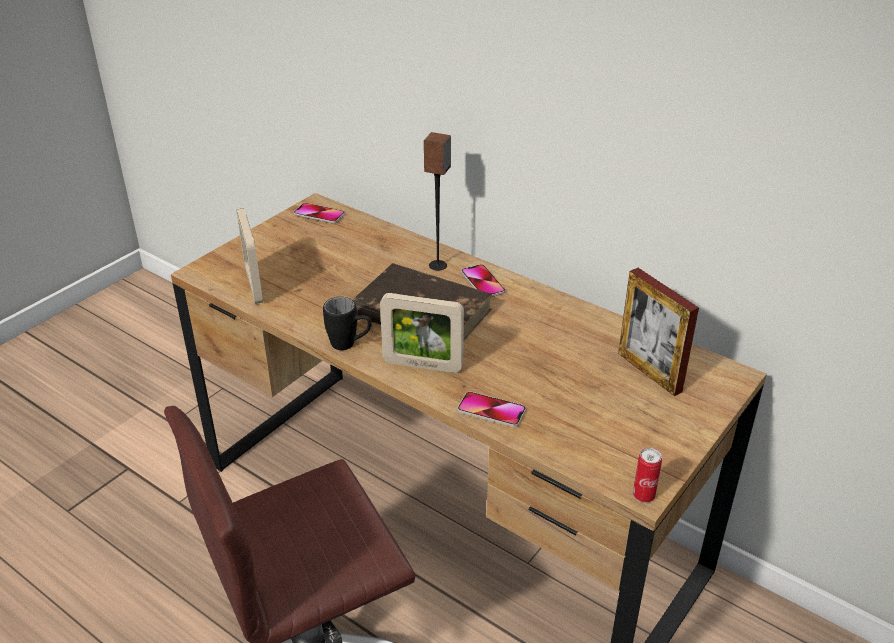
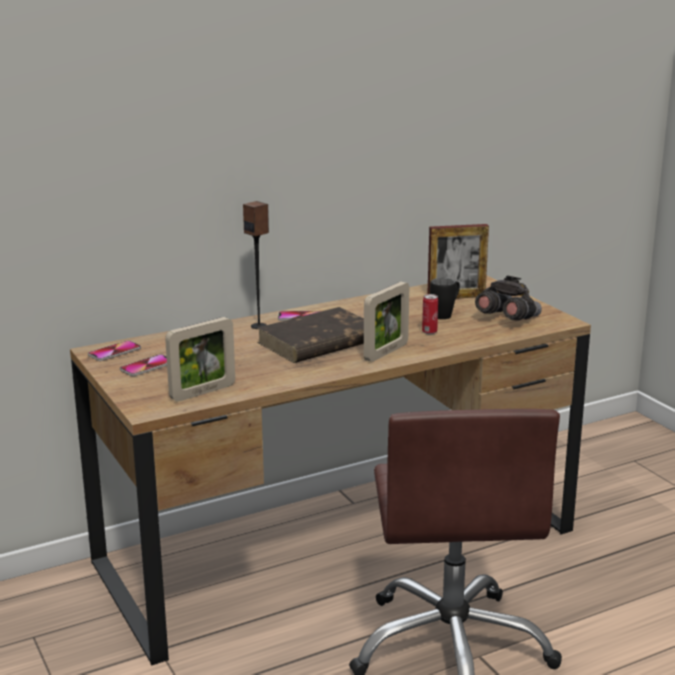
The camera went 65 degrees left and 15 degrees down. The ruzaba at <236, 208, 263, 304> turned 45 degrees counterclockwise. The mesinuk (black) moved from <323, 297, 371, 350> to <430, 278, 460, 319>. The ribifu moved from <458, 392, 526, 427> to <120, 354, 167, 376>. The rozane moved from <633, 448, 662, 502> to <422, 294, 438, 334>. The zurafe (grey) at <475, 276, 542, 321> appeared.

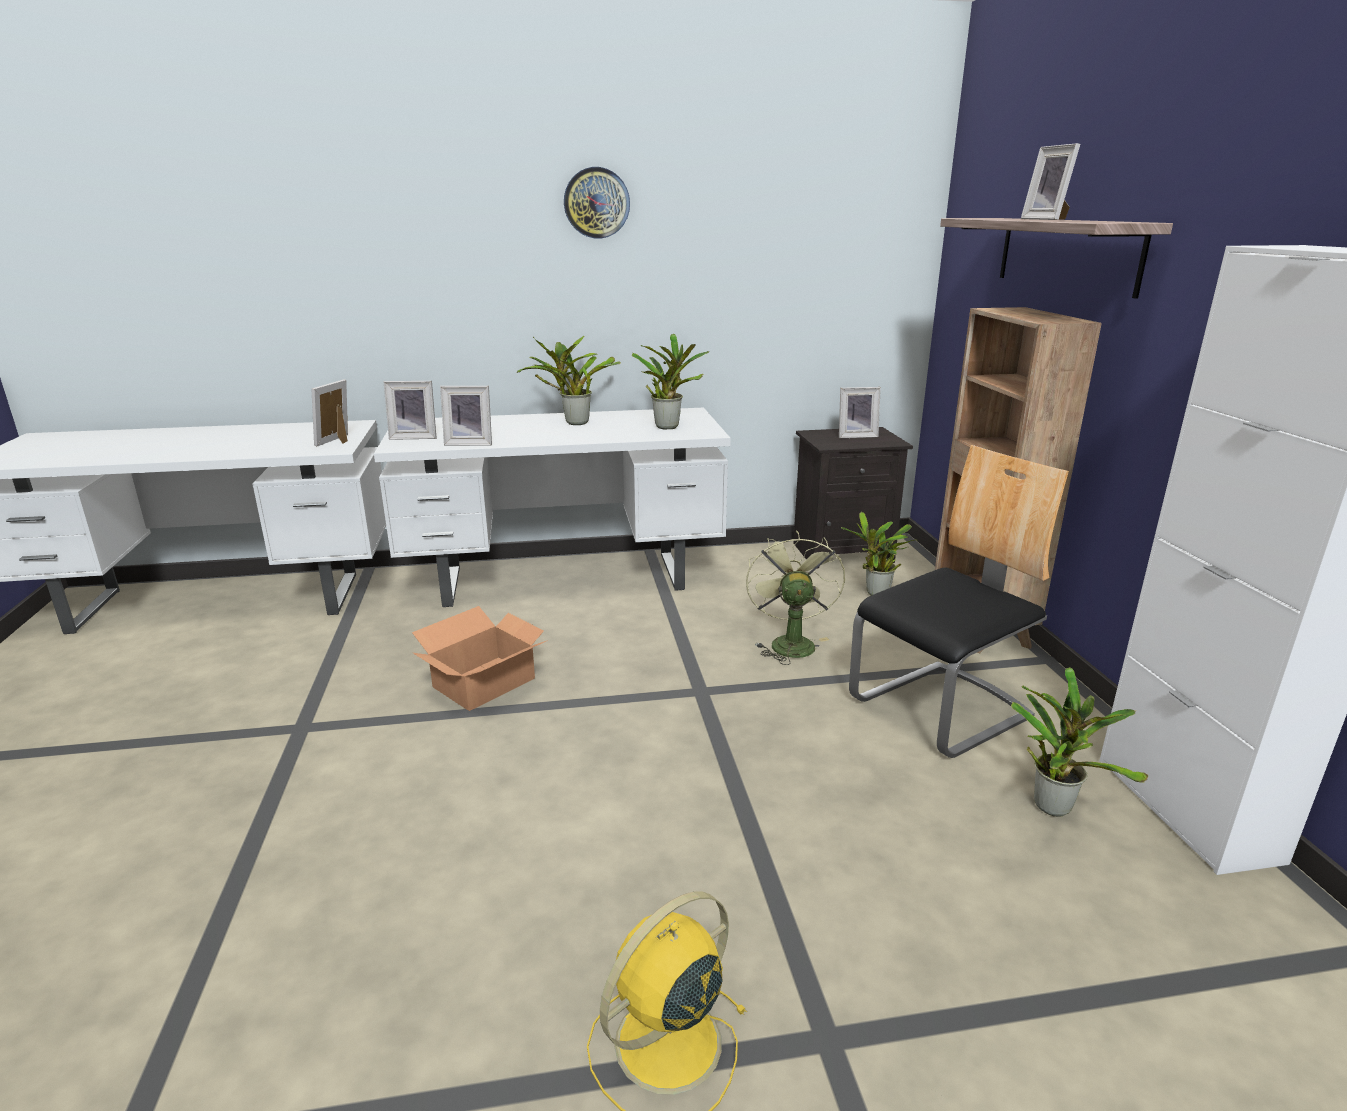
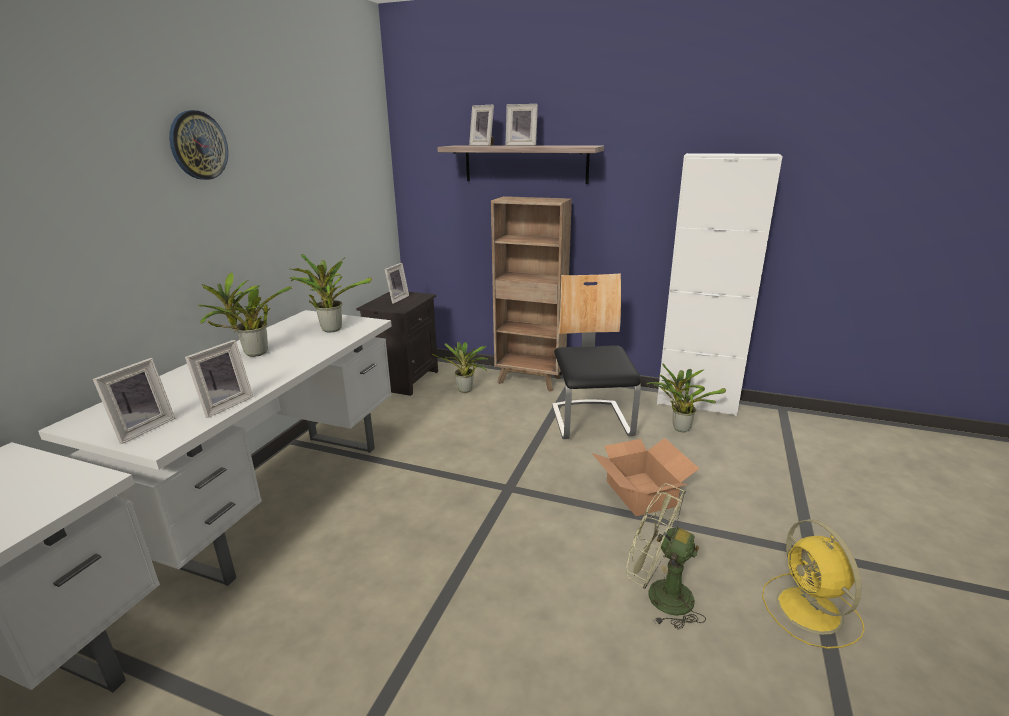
The camera went 60 degrees left and 0 degrees up. The ruzaba moved from <311, 379, 348, 446> to <469, 105, 494, 146>. The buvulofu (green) moved from <746, 530, 845, 665> to <626, 483, 706, 630>. The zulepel moved from <412, 606, 548, 711> to <592, 438, 699, 516>.

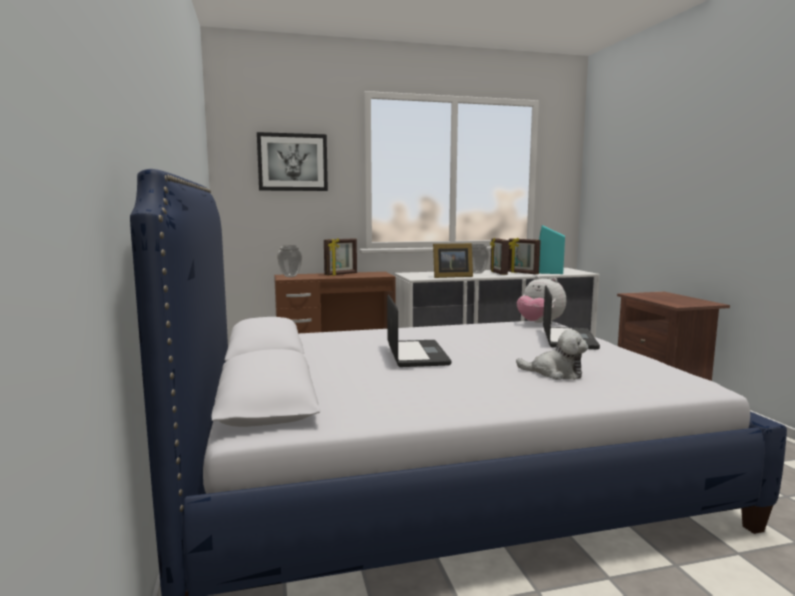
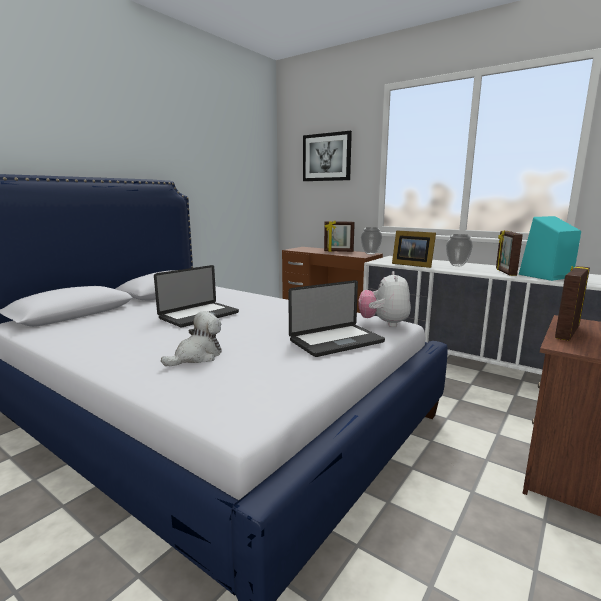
The camera went 50 degrees right and 5 degrees up. The ruzaba moved from <490, 238, 509, 275> to <555, 266, 590, 341>. The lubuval moved from <277, 245, 302, 277> to <361, 227, 382, 255>. The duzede at <516, 329, 589, 380> turned 120 degrees counterclockwise.

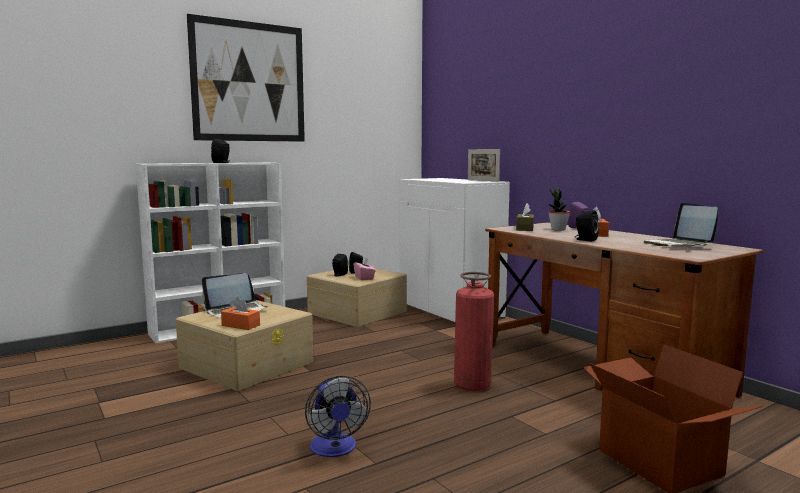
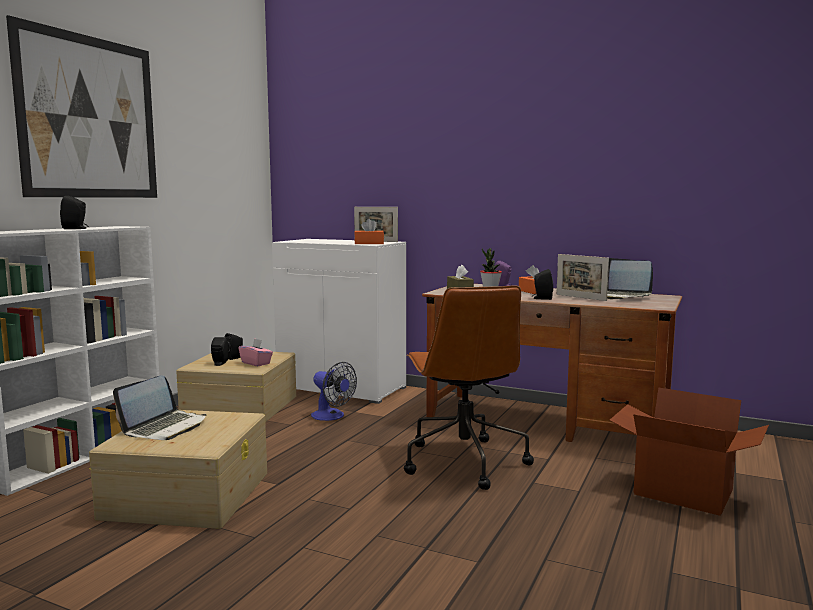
The camera went 30 degrees left and 0 degrees up. The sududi at <454, 272, 494, 391> was replaced by the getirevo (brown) at <404, 285, 534, 490>. The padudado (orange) moved from <221, 297, 260, 330> to <354, 219, 384, 244>. The buvulofu moved from <305, 375, 371, 457> to <311, 362, 357, 421>. The ruzaba at <557, 254, 609, 301> appeared.

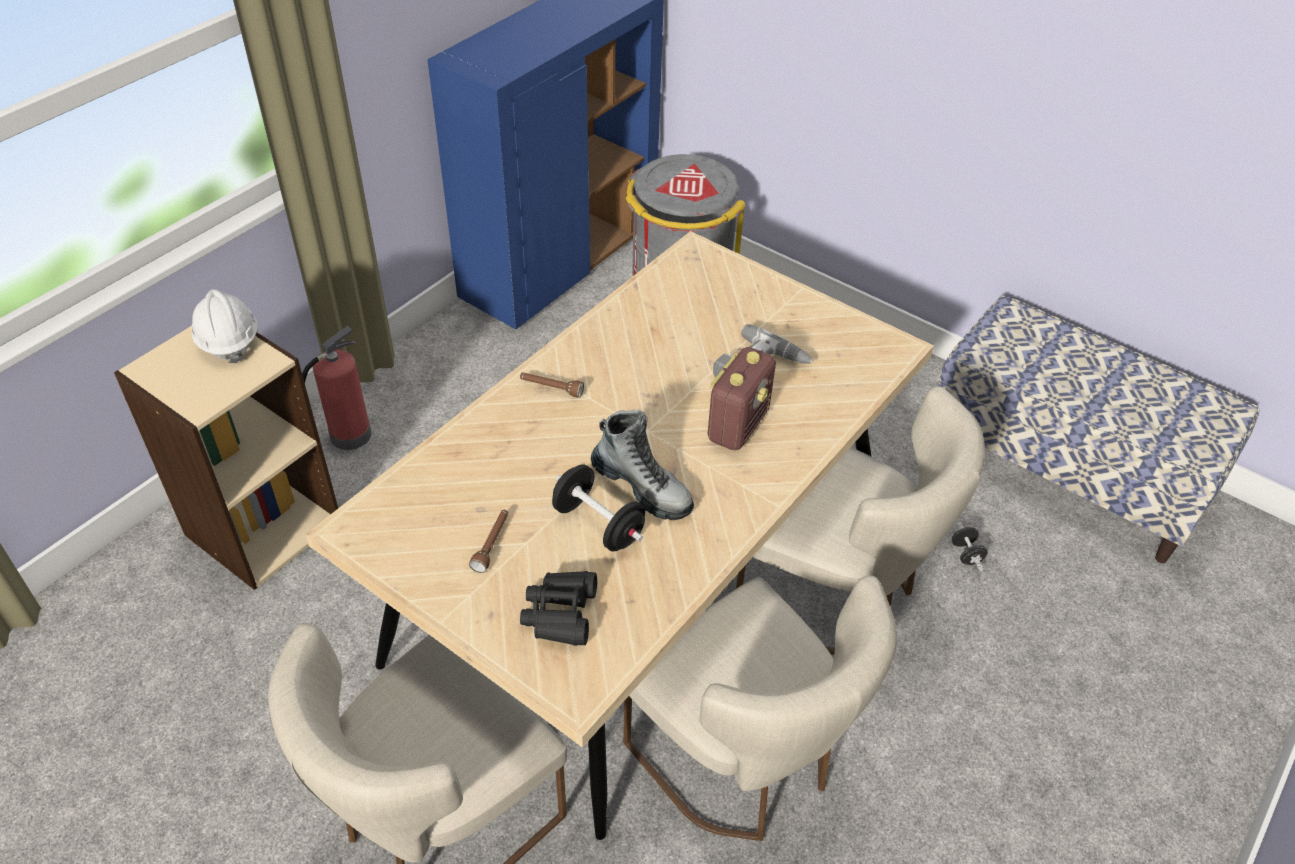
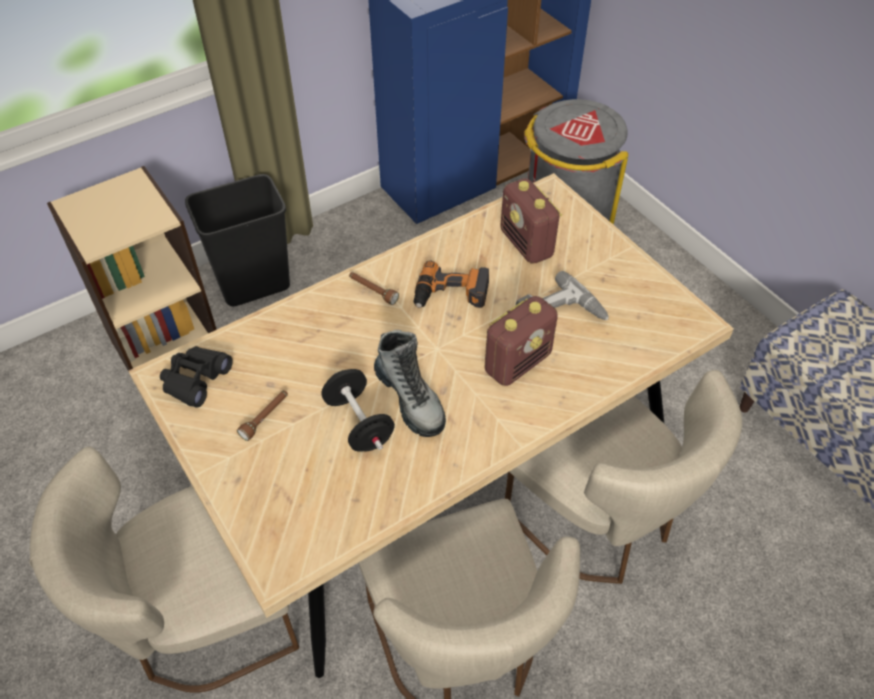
The camera went 20 degrees right and 5 degrees up. The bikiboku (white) at <192, 289, 258, 363> disappeared. The sududi at <302, 326, 372, 450> was replaced by the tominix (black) at <185, 174, 290, 306>. The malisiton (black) at <952, 522, 988, 571> disappeared. The zurafe (black) moved from <520, 571, 597, 646> to <160, 346, 233, 408>. The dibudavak at <500, 178, 562, 264> appeared. The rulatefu at <414, 261, 489, 308> appeared.

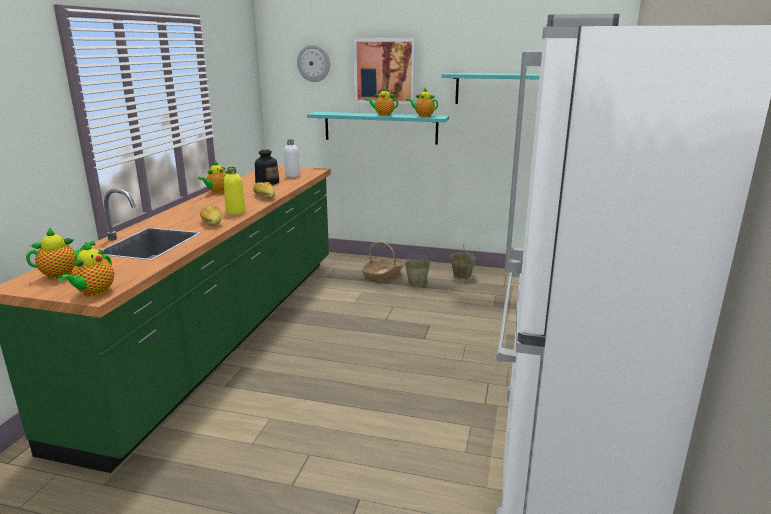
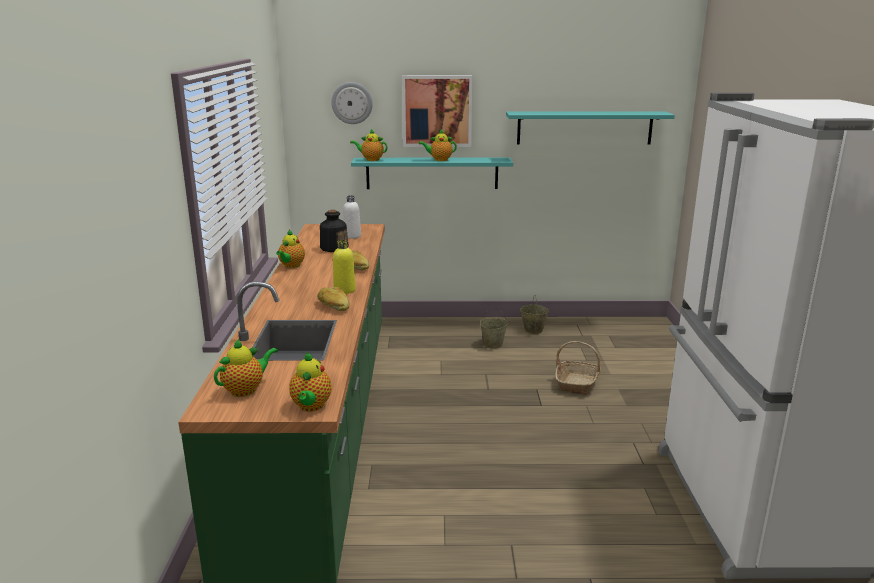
The camera went 15 degrees left and 0 degrees up. The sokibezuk moved from <406, 88, 438, 117> to <350, 129, 388, 161>. The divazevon moved from <361, 242, 403, 283> to <555, 341, 601, 395>.

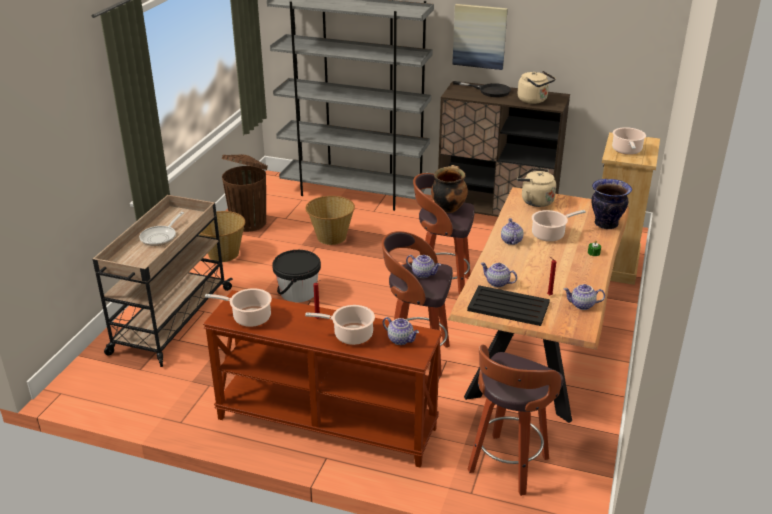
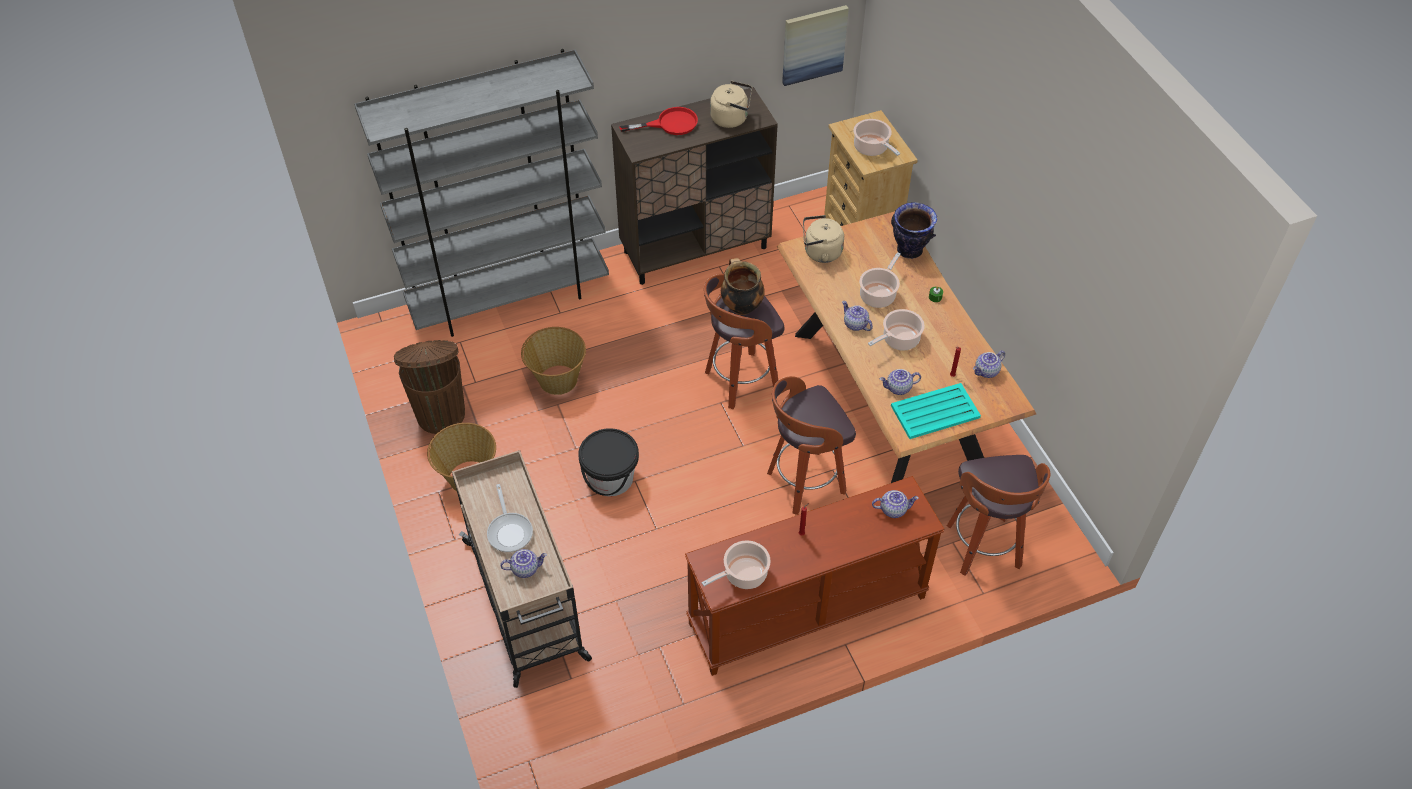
The camera went 40 degrees left and 20 degrees up. The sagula moved from <452, 4, 508, 70> to <782, 5, 849, 86>. The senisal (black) at <453, 81, 511, 97> became the senisal (red) at <620, 107, 698, 135>. The sokibezuk moved from <406, 255, 441, 278> to <500, 549, 547, 578>. The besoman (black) at <467, 285, 550, 326> became the besoman (turquoise) at <891, 383, 981, 439>. The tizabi moved from <305, 305, 375, 345> to <868, 309, 925, 350>.

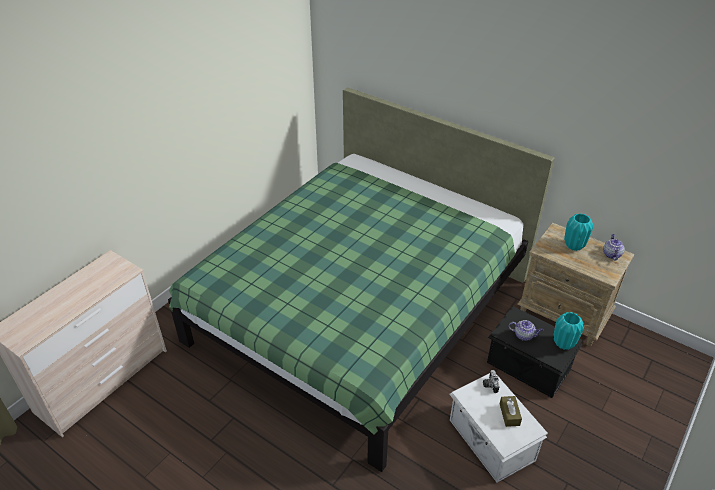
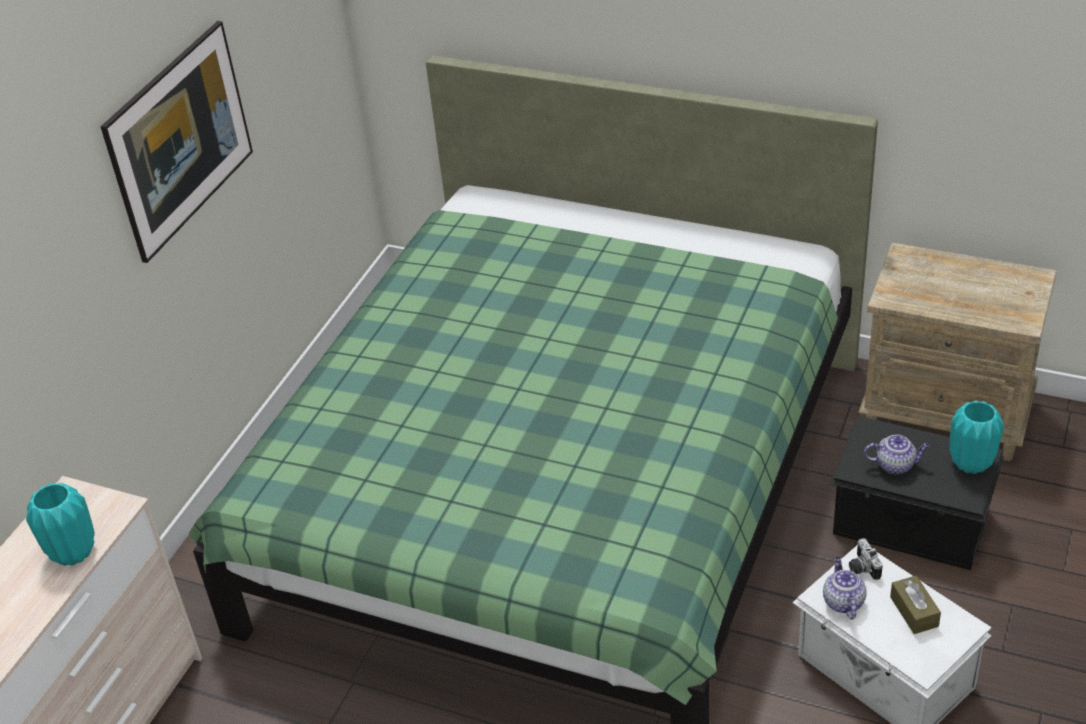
The camera went 10 degrees left and 0 degrees up. The lubuval (turquoise) moved from <564, 213, 594, 251> to <26, 483, 95, 566>. The sokibezuk moved from <603, 234, 625, 261> to <823, 556, 867, 619>. The sagula at <100, 21, 253, 263> appeared.

